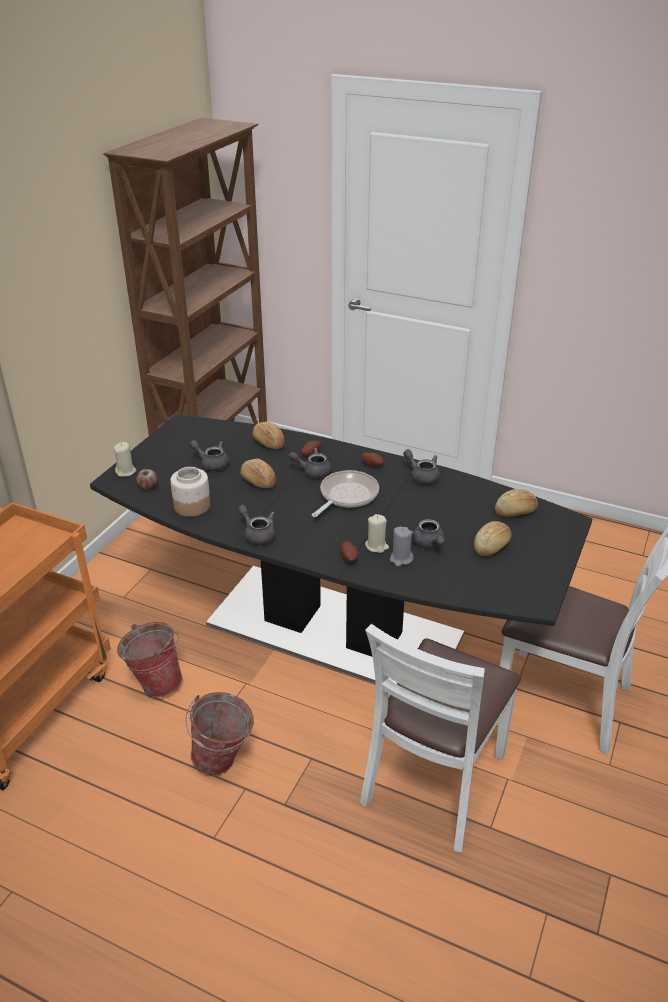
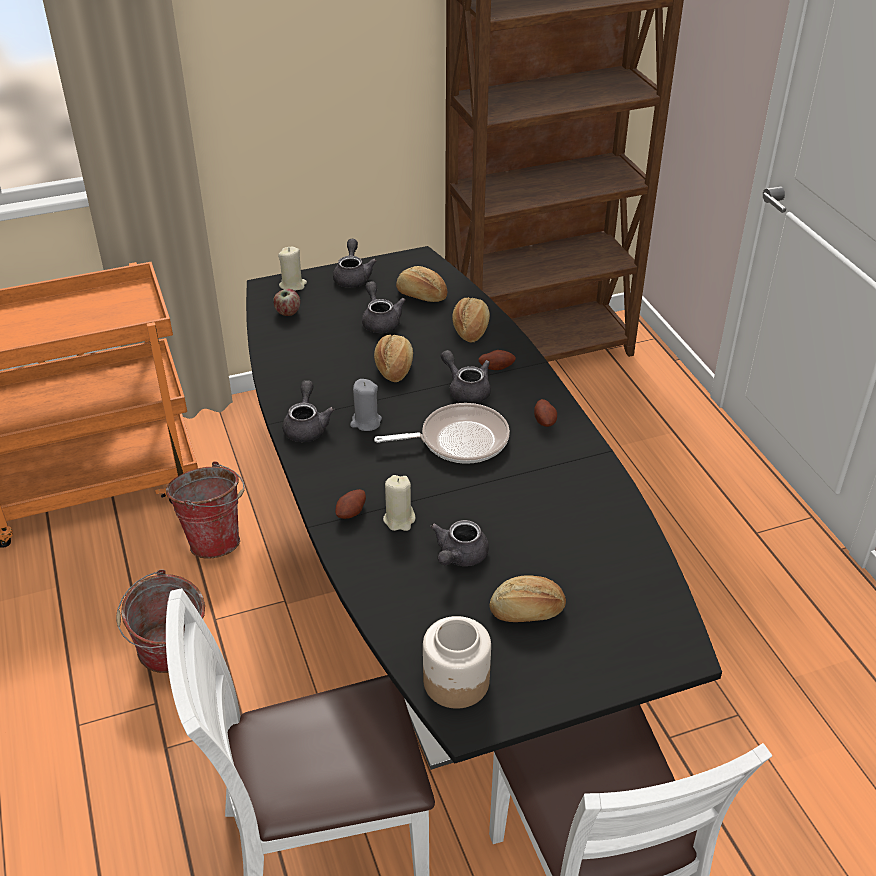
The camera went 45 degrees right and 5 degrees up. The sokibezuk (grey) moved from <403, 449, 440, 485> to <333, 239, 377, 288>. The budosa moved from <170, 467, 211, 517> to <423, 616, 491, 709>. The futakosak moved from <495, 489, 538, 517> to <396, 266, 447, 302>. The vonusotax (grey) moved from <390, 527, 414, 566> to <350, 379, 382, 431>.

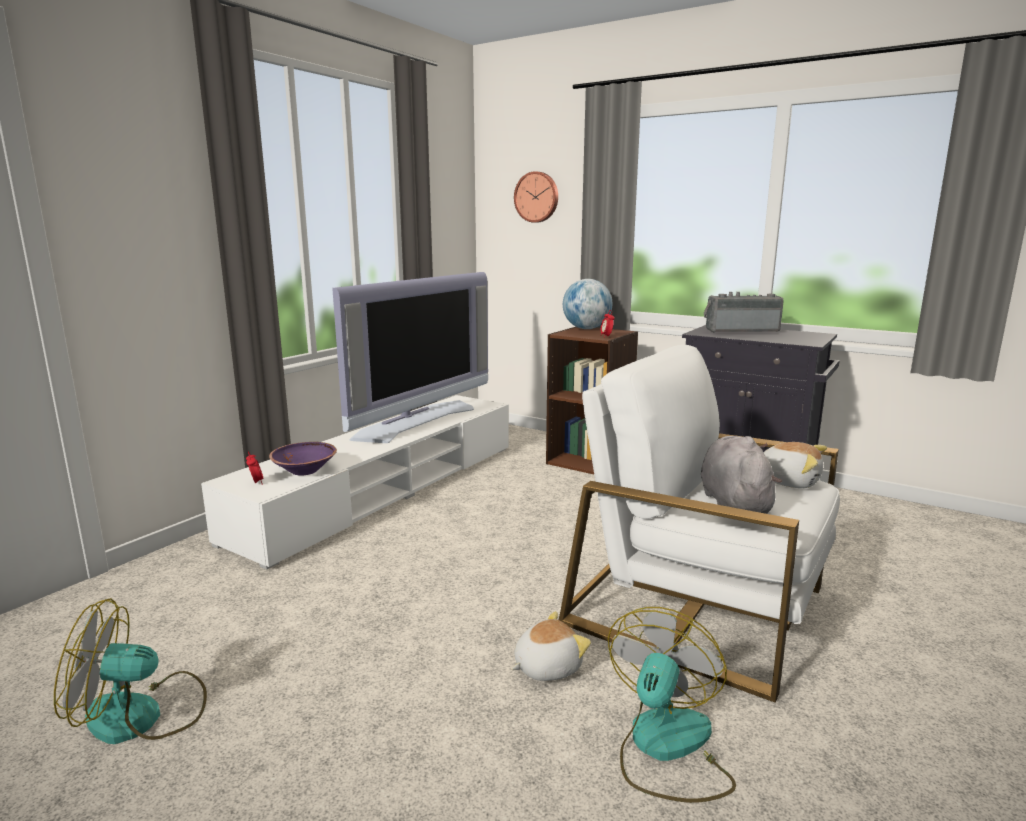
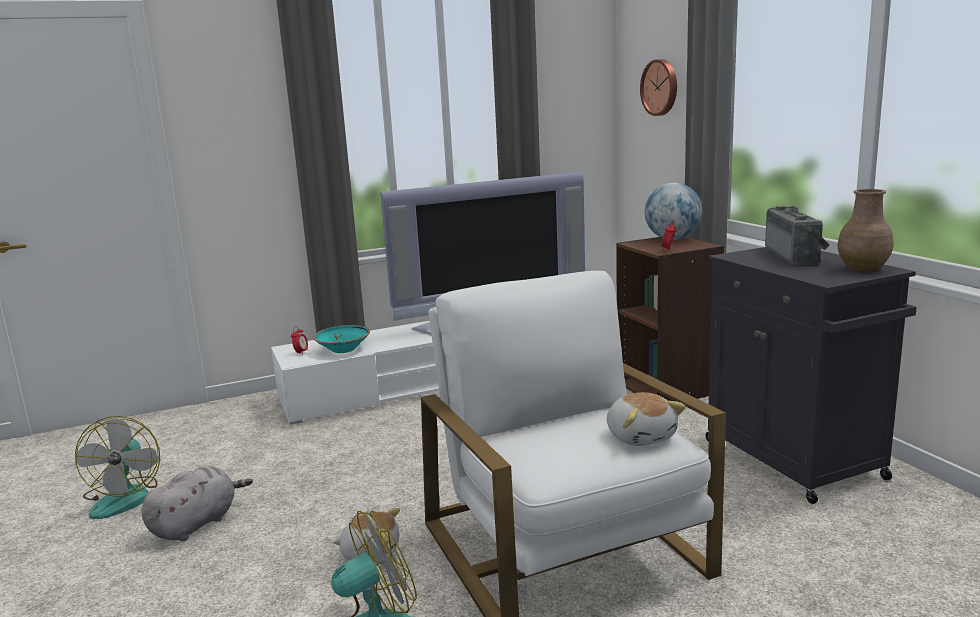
The camera went 35 degrees right and 0 degrees up. The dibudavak at <704, 292, 784, 332> turned 60 degrees clockwise. The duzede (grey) moved from <701, 436, 782, 514> to <141, 466, 253, 541>. The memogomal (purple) at <269, 442, 337, 476> became the memogomal (turquoise) at <313, 325, 370, 353>. The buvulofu at <54, 598, 207, 744> turned 120 degrees counterclockwise. The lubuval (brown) at <837, 189, 893, 272> appeared.

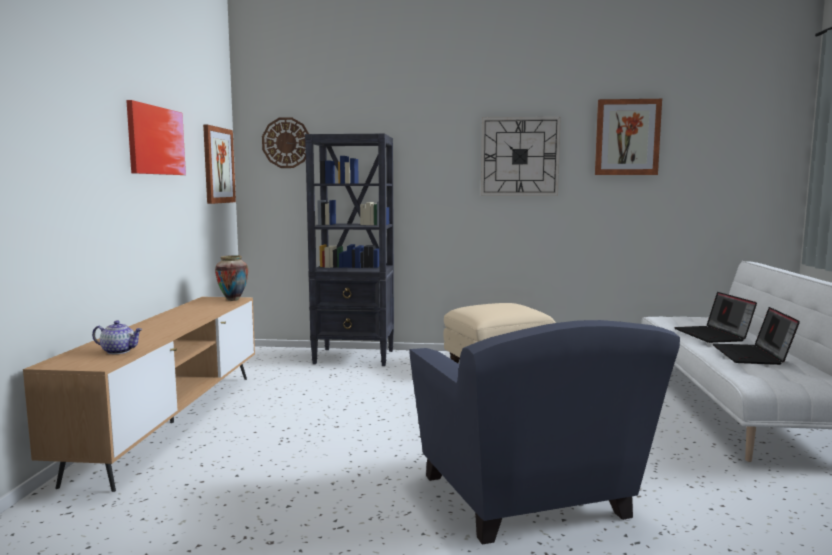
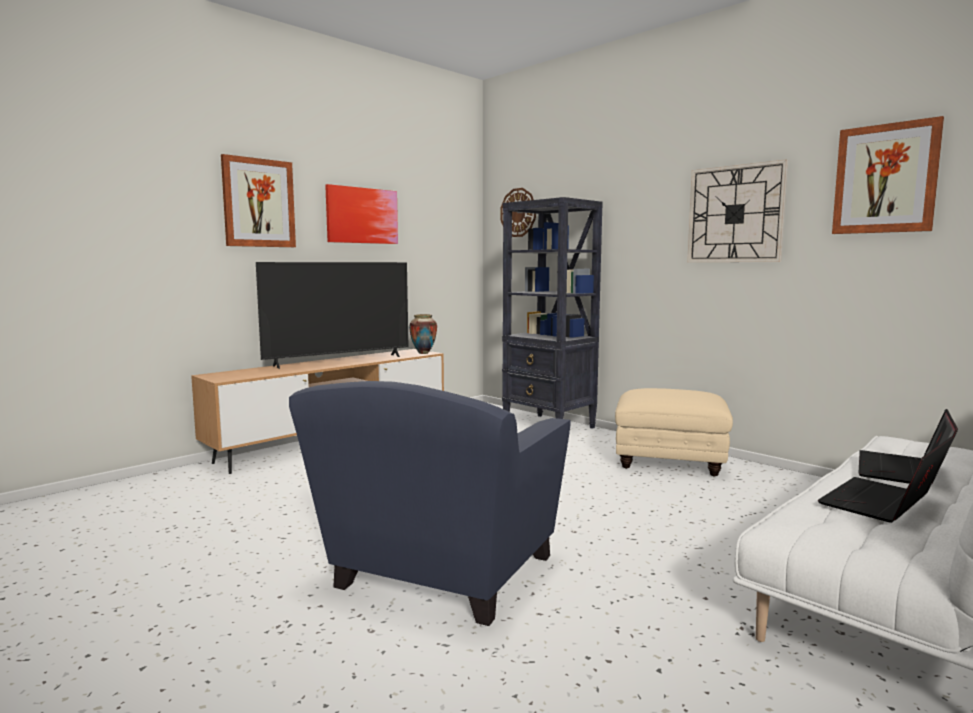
The camera went 40 degrees right and 0 degrees up. The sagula moved from <203, 125, 236, 204> to <221, 154, 296, 247>. The sokibezuk at <92, 321, 143, 354> disappeared. The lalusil at <256, 262, 409, 369> appeared.

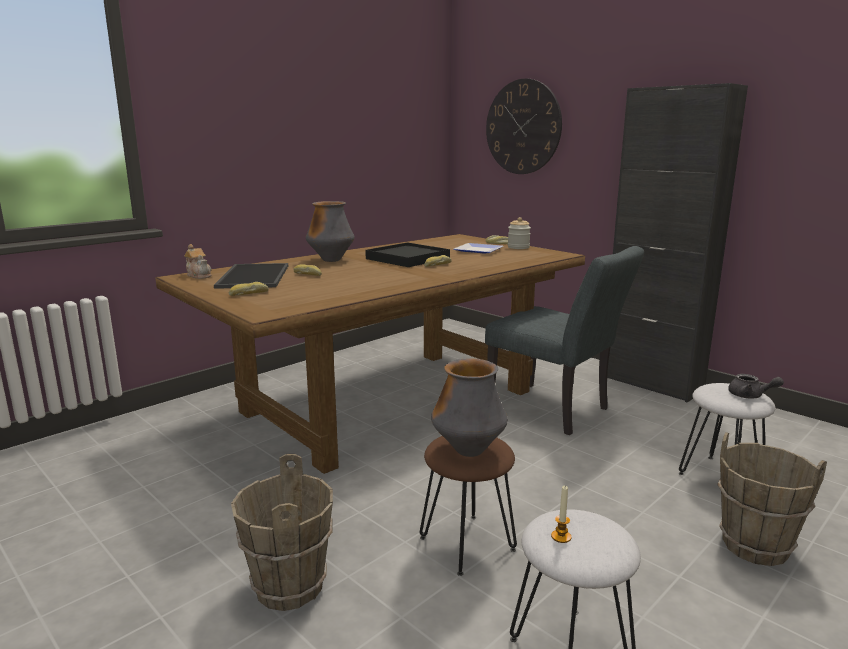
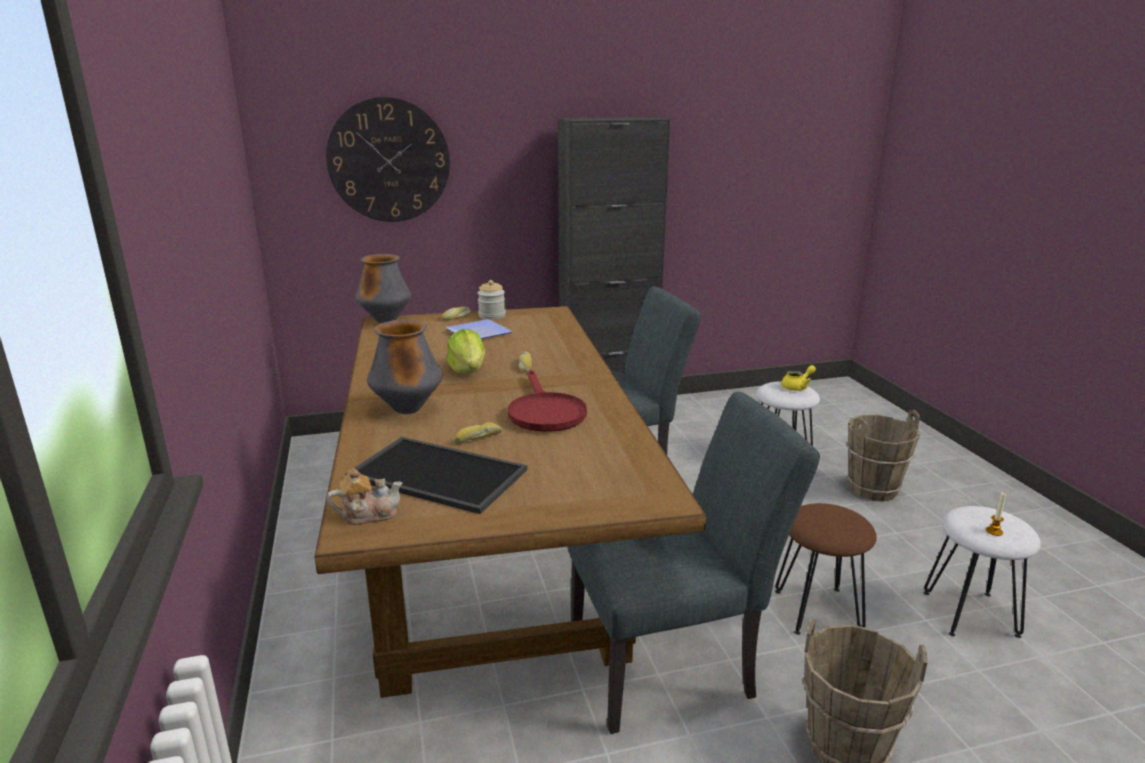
The camera went 60 degrees left and 5 degrees up. The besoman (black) at <365, 242, 450, 267> was replaced by the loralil at <447, 329, 485, 374>. The futakosak at <229, 282, 269, 296> disappeared. The lubuval moved from <431, 359, 508, 457> to <355, 254, 411, 323>. The sokibezuk (grey) at <728, 374, 784, 399> became the sokibezuk (yellow) at <781, 365, 816, 391>. The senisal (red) at <508, 370, 587, 432> appeared. The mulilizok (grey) at <567, 392, 820, 734> appeared.

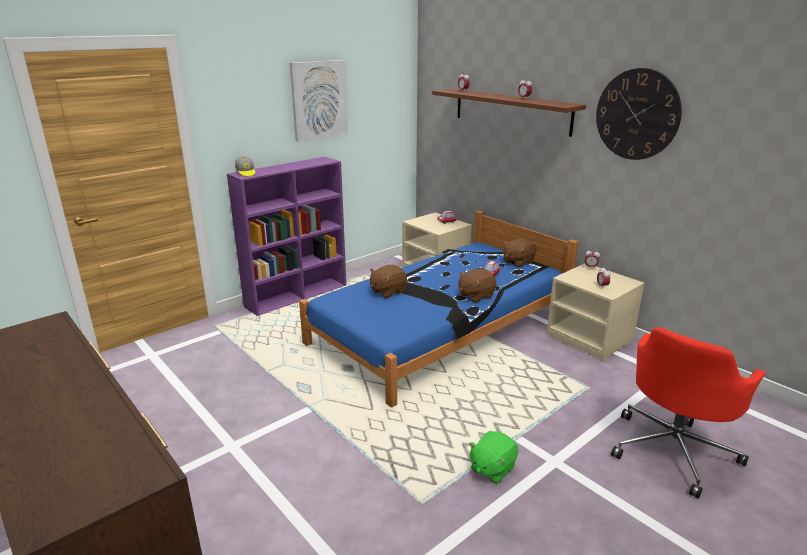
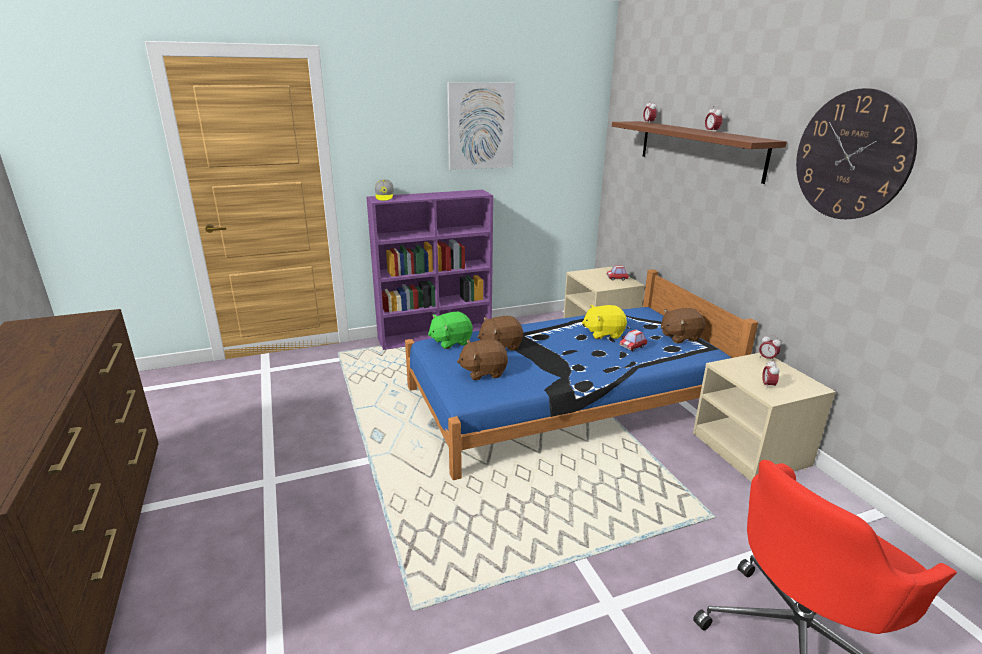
The camera went 20 degrees right and 0 degrees up. The duzede (brown) moved from <458, 268, 497, 302> to <457, 339, 508, 380>. The duzede (green) moved from <469, 431, 518, 484> to <428, 312, 473, 349>. The duzede (yellow) at <582, 305, 627, 339> appeared.

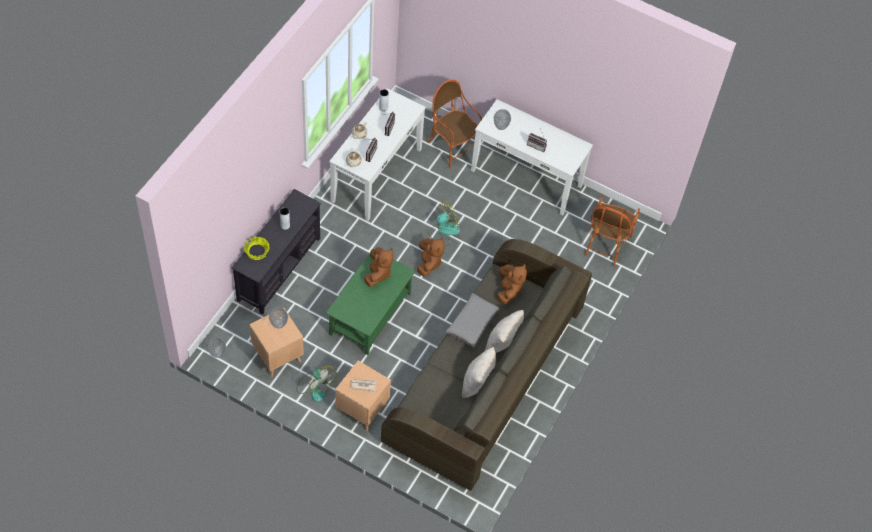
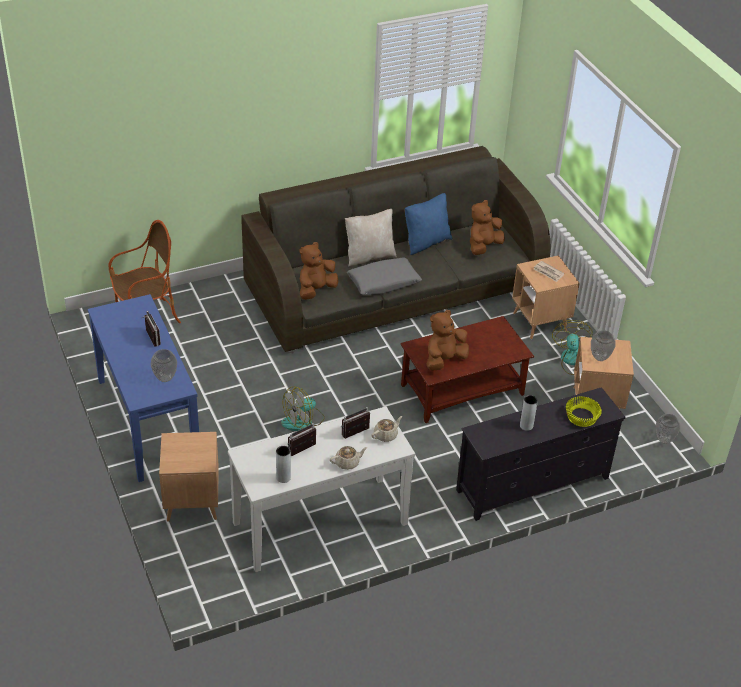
The camera went 140 degrees left and 15 degrees down. The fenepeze at <427, 80, 482, 169> was replaced by the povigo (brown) at <159, 432, 219, 522>. The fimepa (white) at <471, 99, 593, 216> became the fimepa (blue) at <88, 294, 199, 482>. The buvulofu at <428, 201, 460, 246> turned 45 degrees counterclockwise. The duzede (brown) moved from <417, 237, 445, 276> to <470, 200, 505, 255>. The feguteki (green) at <326, 253, 415, 355> became the feguteki (brown) at <400, 316, 534, 423>. The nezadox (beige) at <462, 347, 496, 398> became the nezadox (blue) at <405, 193, 453, 255>.

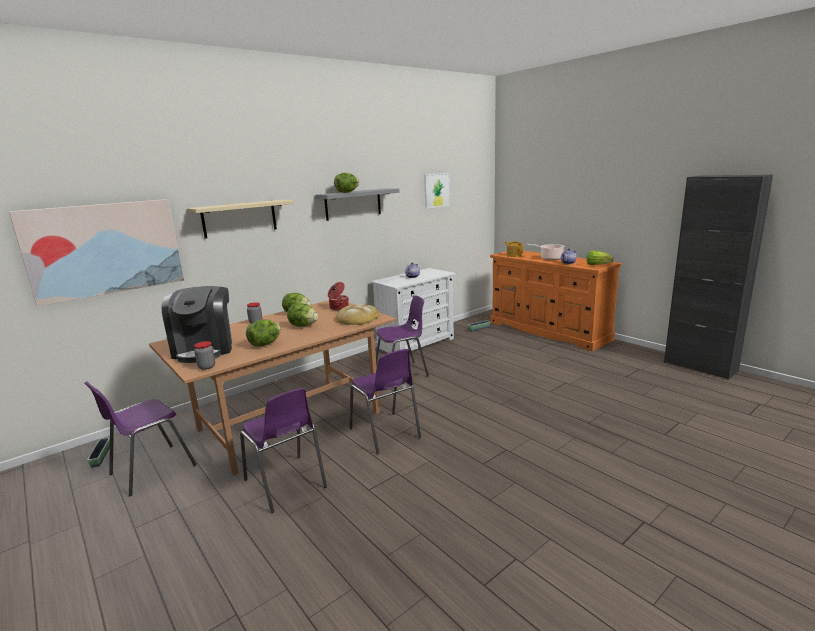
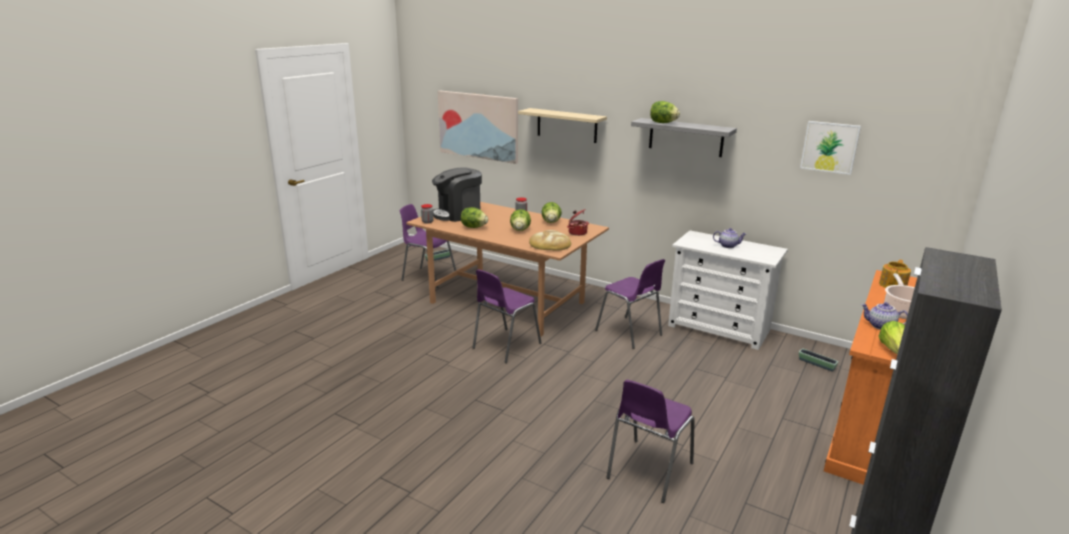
The camera went 70 degrees right and 5 degrees up. The mulilizok (purple) moved from <240, 388, 327, 513> to <606, 380, 695, 503>.

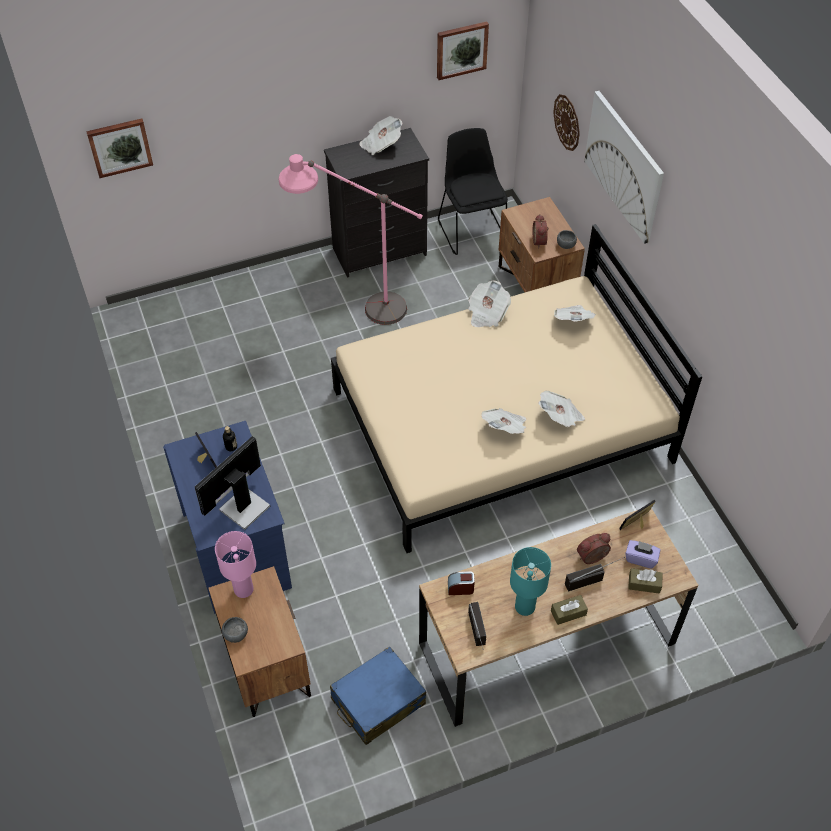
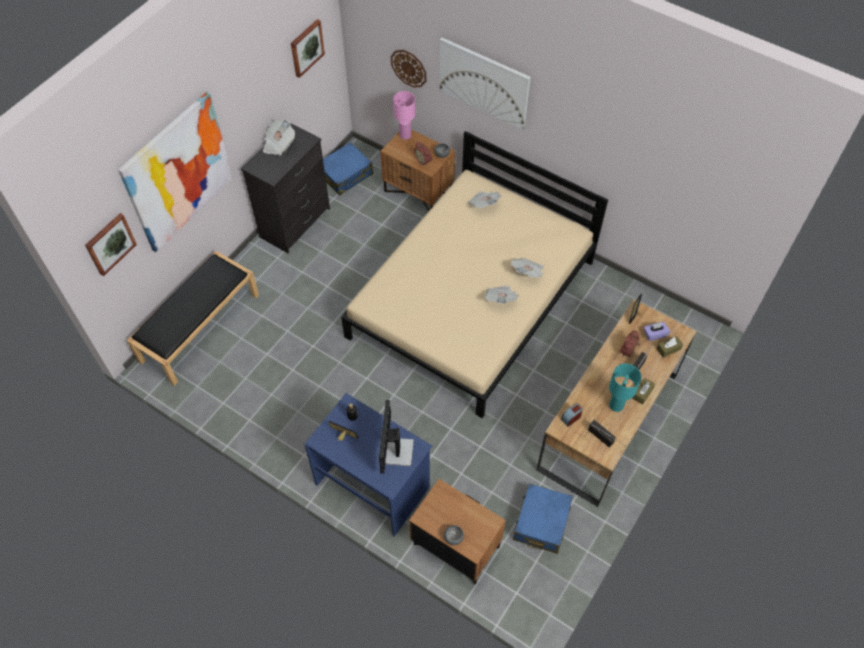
The camera went 35 degrees left and 5 degrees up. The mulilizok (black) at <438, 128, 508, 255> was replaced by the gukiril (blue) at <323, 142, 373, 195>. The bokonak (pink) at <279, 154, 423, 325> disappeared. The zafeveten at <468, 280, 511, 327> disappeared. The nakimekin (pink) moved from <215, 531, 256, 598> to <393, 91, 416, 140>. The sagula at <118, 92, 233, 252> appeared. The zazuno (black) at <127, 251, 259, 386> appeared.

